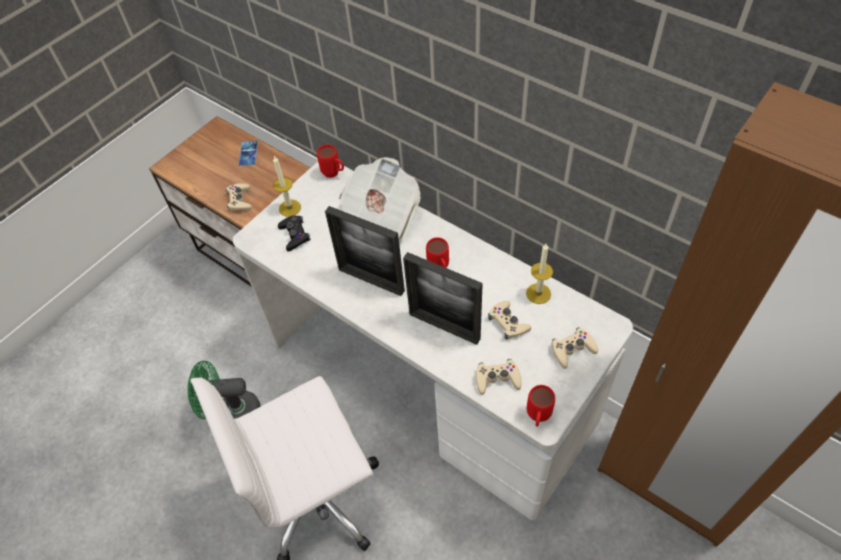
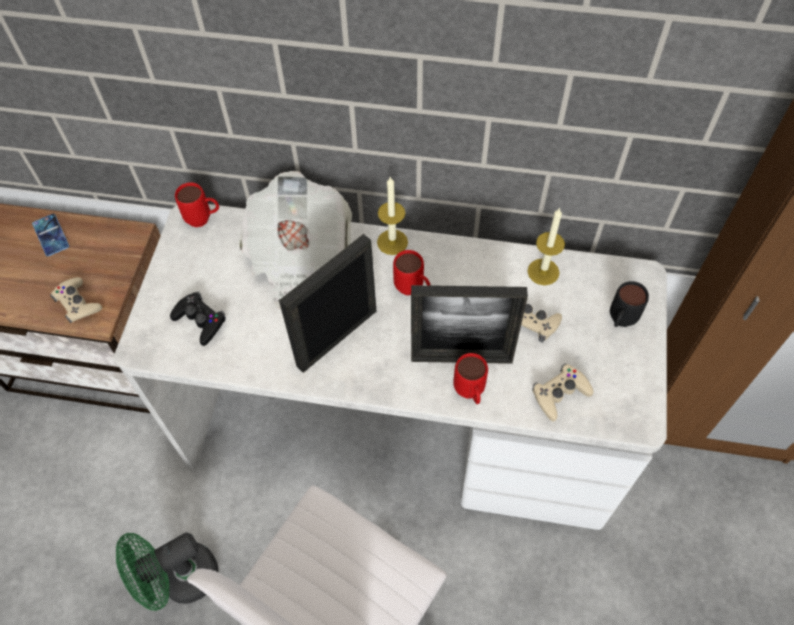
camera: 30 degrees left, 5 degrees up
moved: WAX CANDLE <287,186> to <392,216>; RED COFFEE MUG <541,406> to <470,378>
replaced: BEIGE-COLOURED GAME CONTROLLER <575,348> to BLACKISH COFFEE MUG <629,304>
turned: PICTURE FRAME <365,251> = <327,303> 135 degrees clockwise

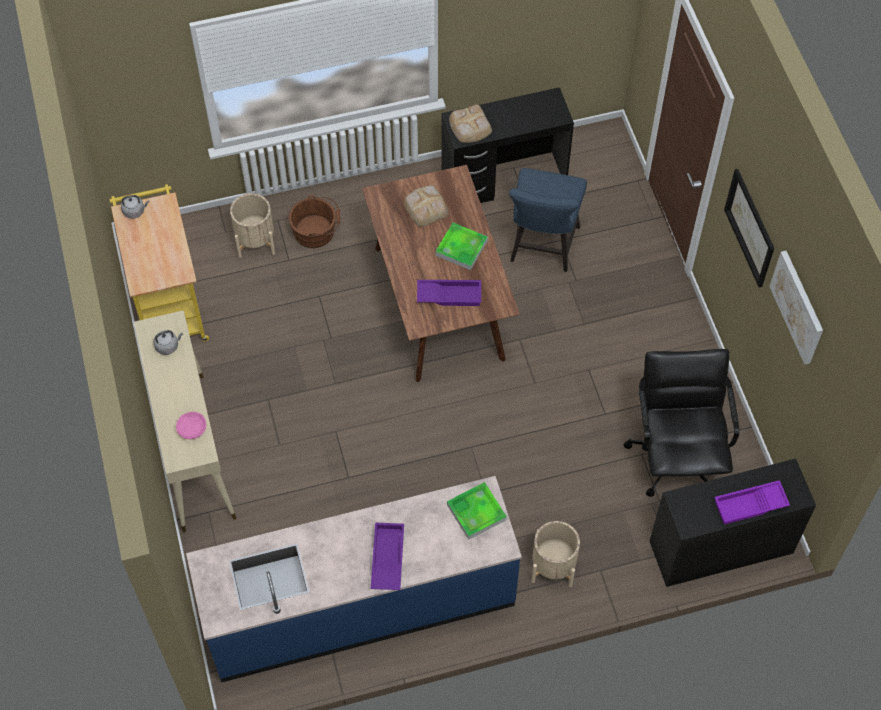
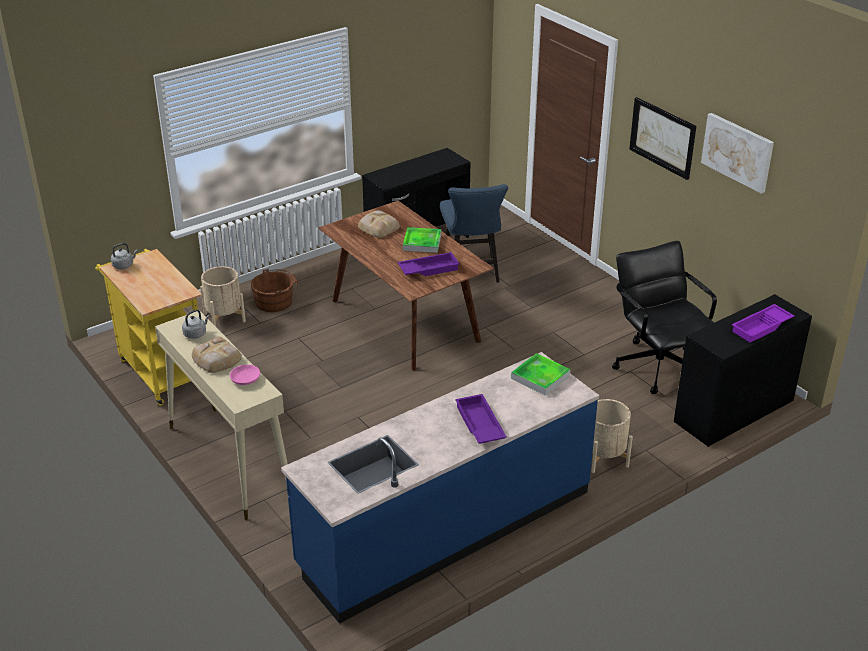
camera: 20 degrees left, 25 degrees down
moved: BREAD <470,123> to <217,354>

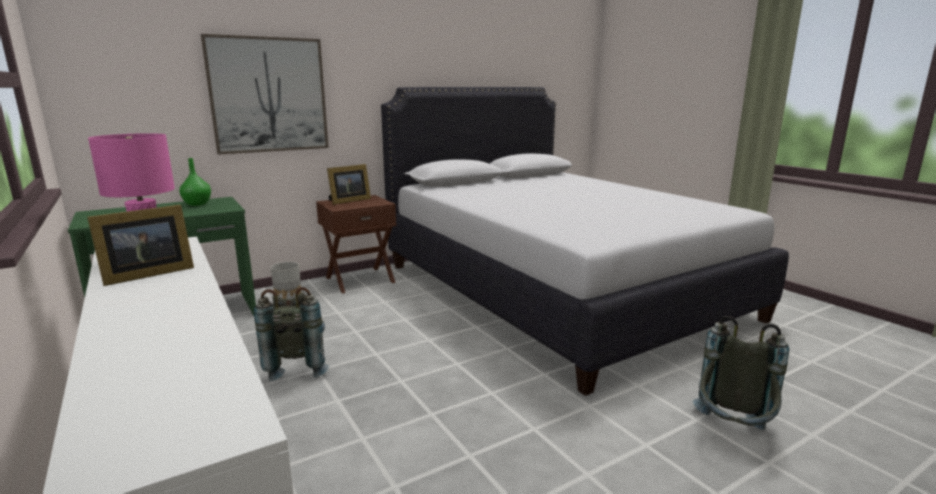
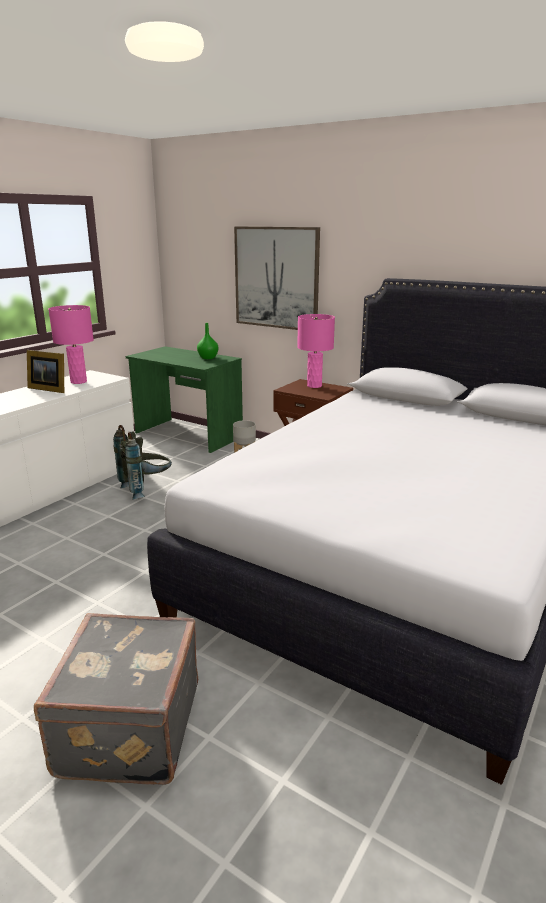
camera: 65 degrees right, 5 degrees up
replaced: GRAY BACKPACK <741,373> to GRAY SUITCASE <116,699>; PICTURE FRAME <349,184> to PINK-COLOURED TABLE LAMP <316,351>

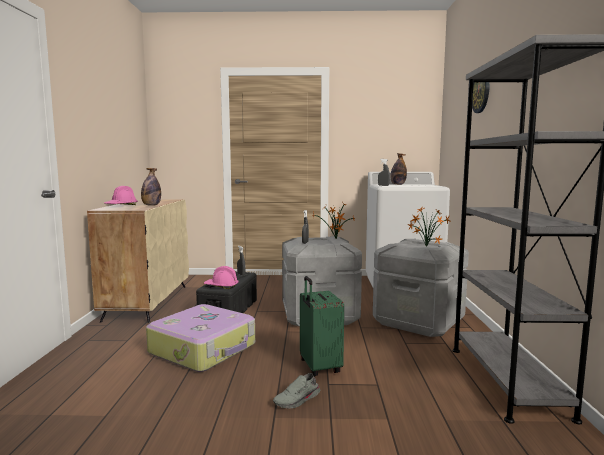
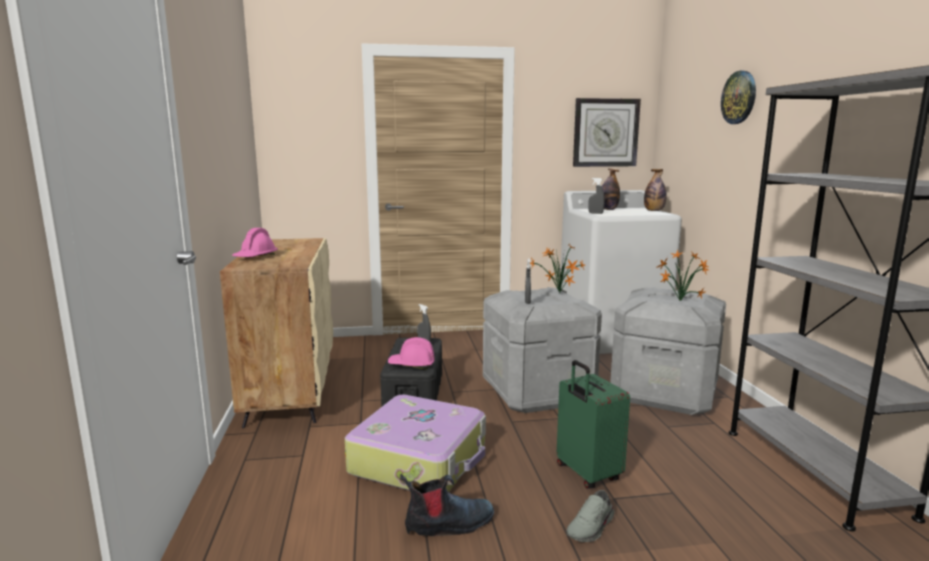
camera: 10 degrees left, 5 degrees up
added: TALL BOOT <447,505>; HANGING CLOCK <607,132>
moved: DRINK BOTTLE <151,187> to <655,190>

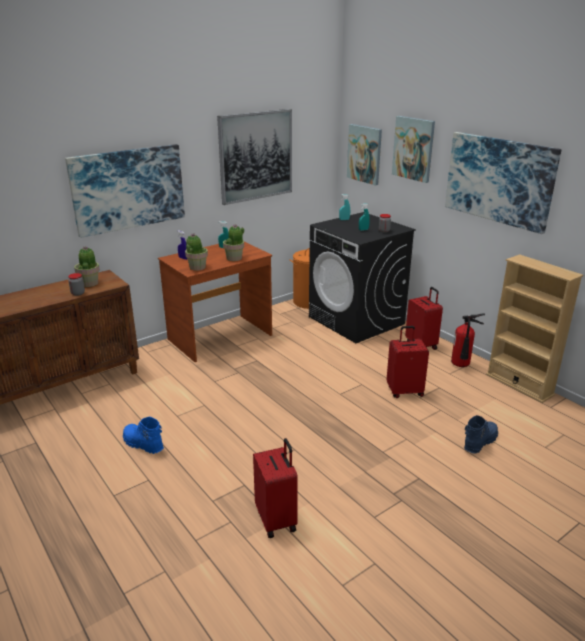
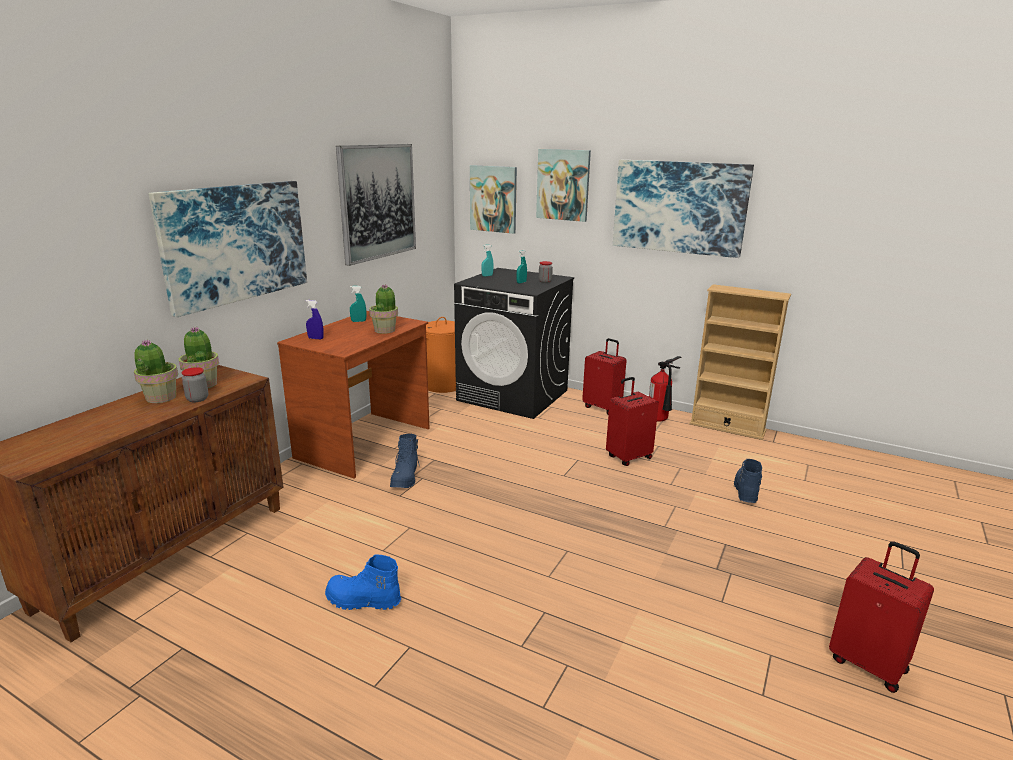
camera: 25 degrees left, 5 degrees down
added: BLUE TALL BOOT <405,461>
moved: HOUSEPLANT <196,252> to <156,371>; RED SUITCASE <275,488> to <881,617>

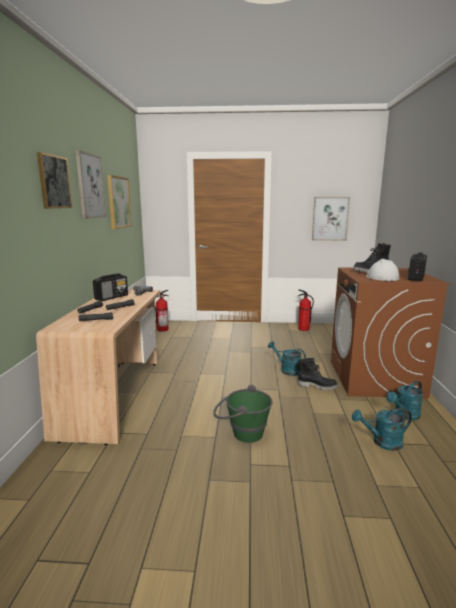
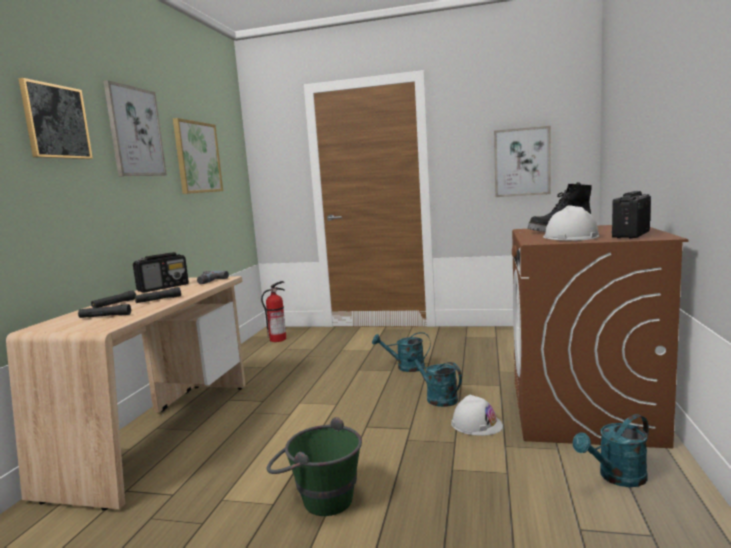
camera: 10 degrees right, 5 degrees down
removed: FIRE-FIGHTING CYLINDER <306,310>
moved: TURQUOISE SPRINKLING CAN <382,429> to <401,352>
replaced: BLACKISH TALL BOOT <318,374> to WHITE-COLOURED WORK HELMET <477,415>

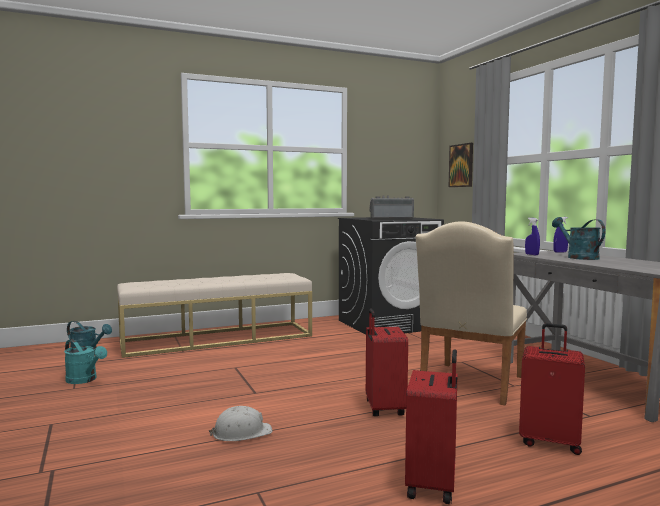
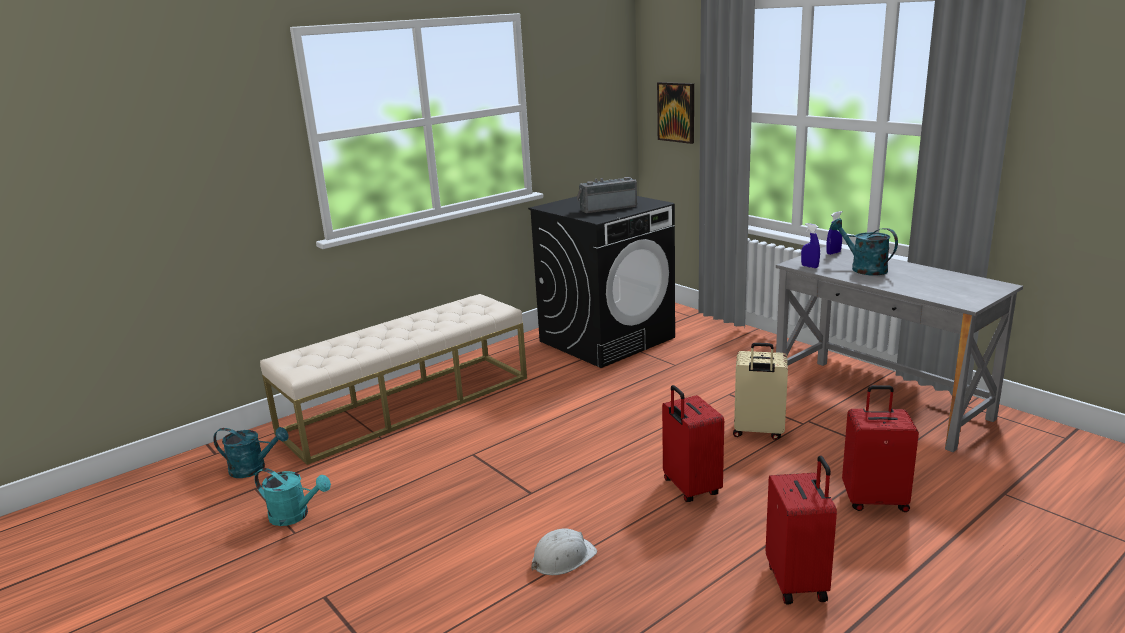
camera: 15 degrees left, 15 degrees up
replaced: BEIGE-COLOURED CHAIR <471,313> to BEIGE-COLOURED SUITCASE <760,391>

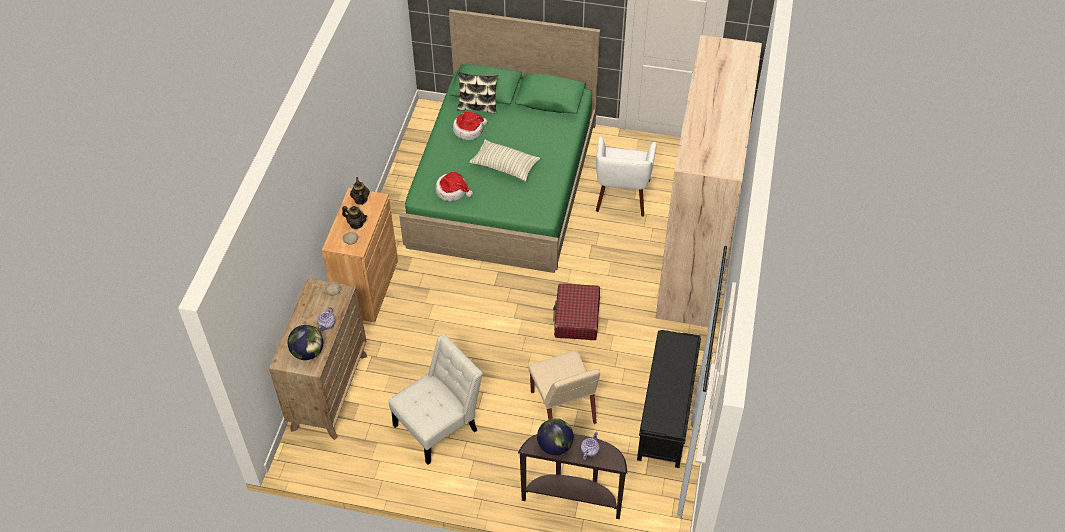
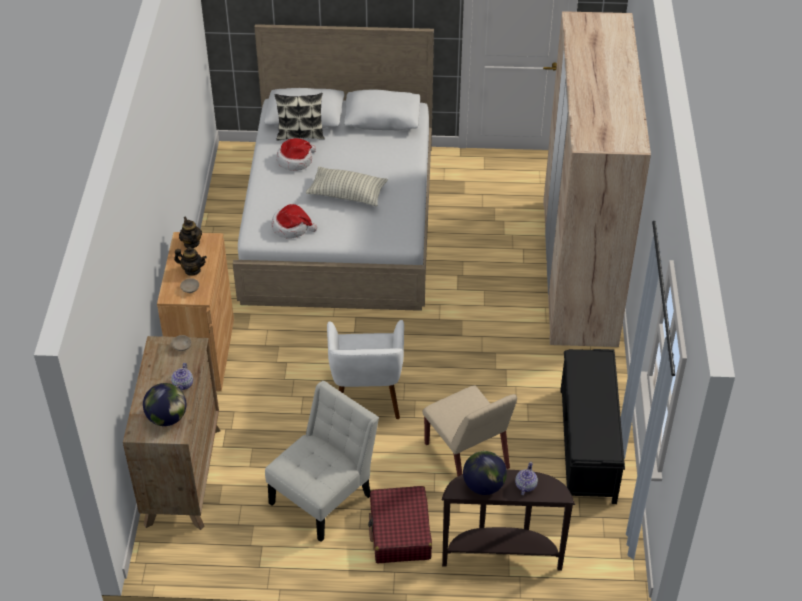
camera: 10 degrees left, 5 degrees down
moved: WHITE-COLOURED ARMCHAIR <626,177> to <365,369>; RED SUITCASE <576,311> to <400,524>
recoloured: GREEN-COLOURED BEDROOM BED <499,141> to WHITE-COLOURED BEDROOM BED <333,167>

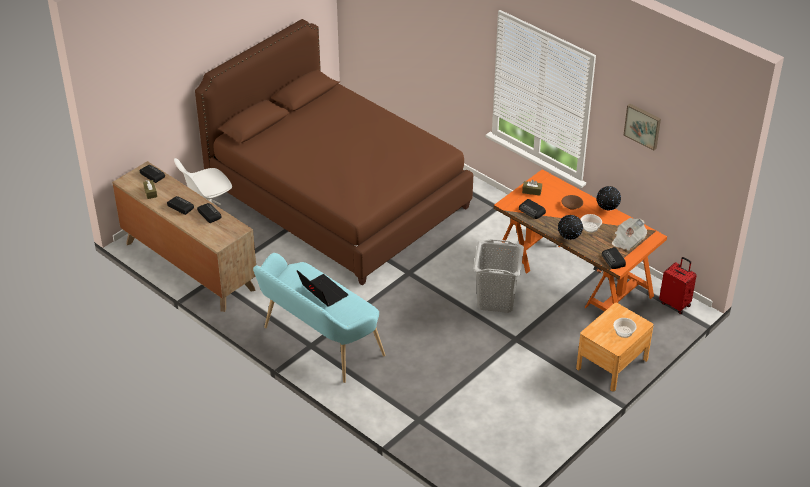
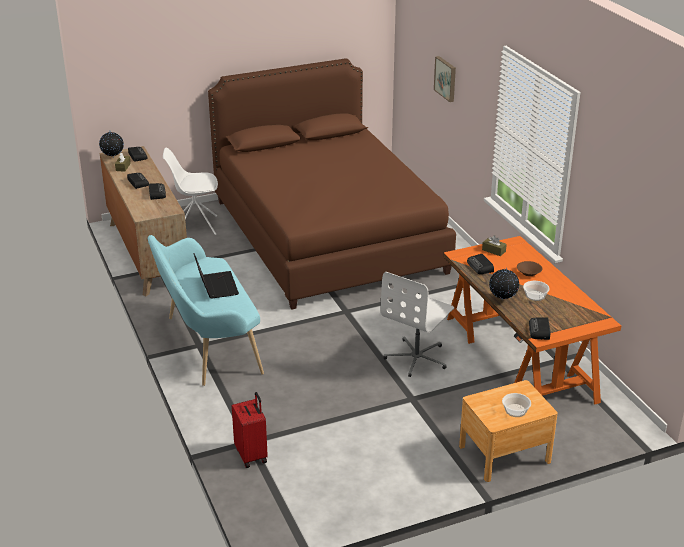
camera: 25 degrees right, 10 degrees down
removed: NEWSPAPER <629,234>
moved: GLOBE <609,198> to <111,144>; RED SUITCASE <678,285> to <250,430>; WALL ART <642,127> to <445,79>
replaced: GRAY LAUNDRY BASKET <498,276> to WHITE-COLOURED OFFICE CHAIR <417,324>

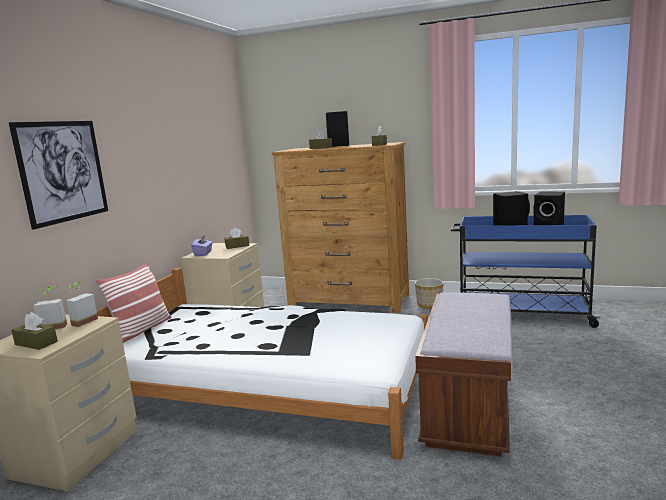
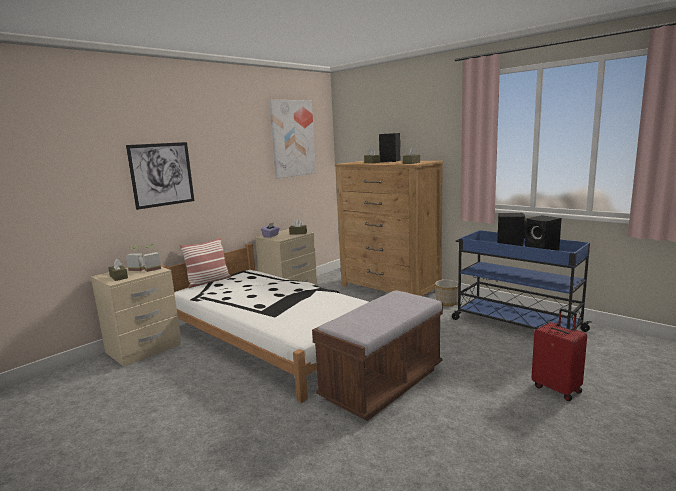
camera: 25 degrees right, 0 degrees up
added: WALL ART <292,138>; RED SUITCASE <559,355>

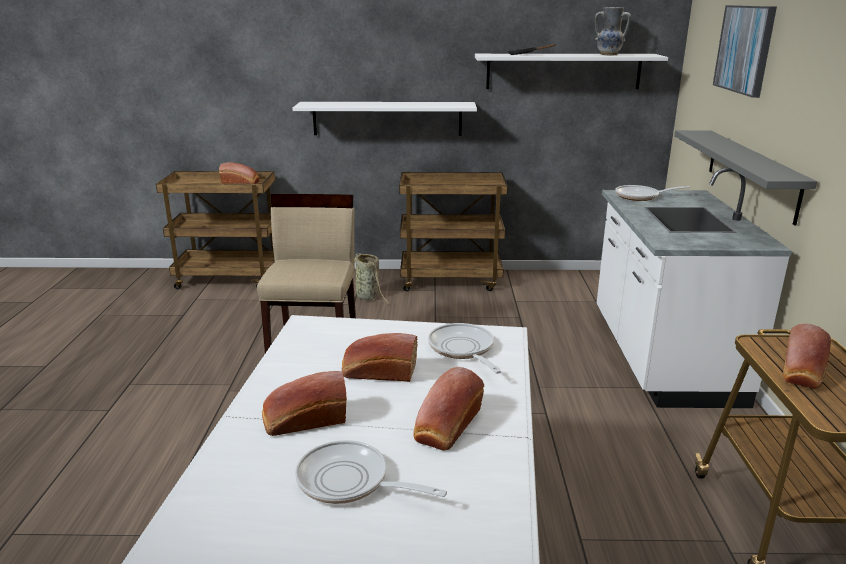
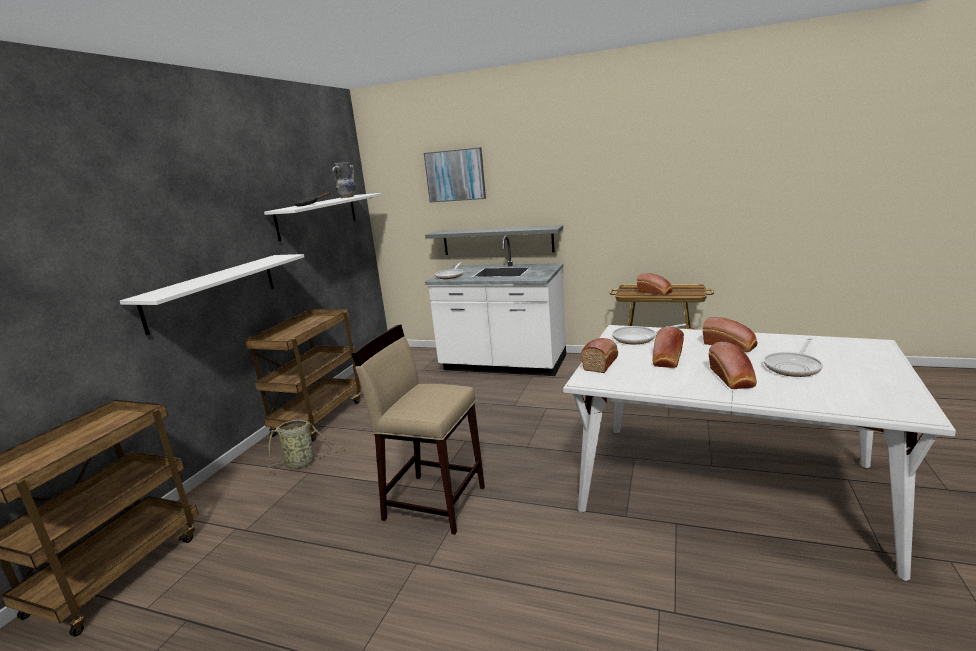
camera: 70 degrees left, 5 degrees down
moved: BREAD <239,173> to <599,355>

